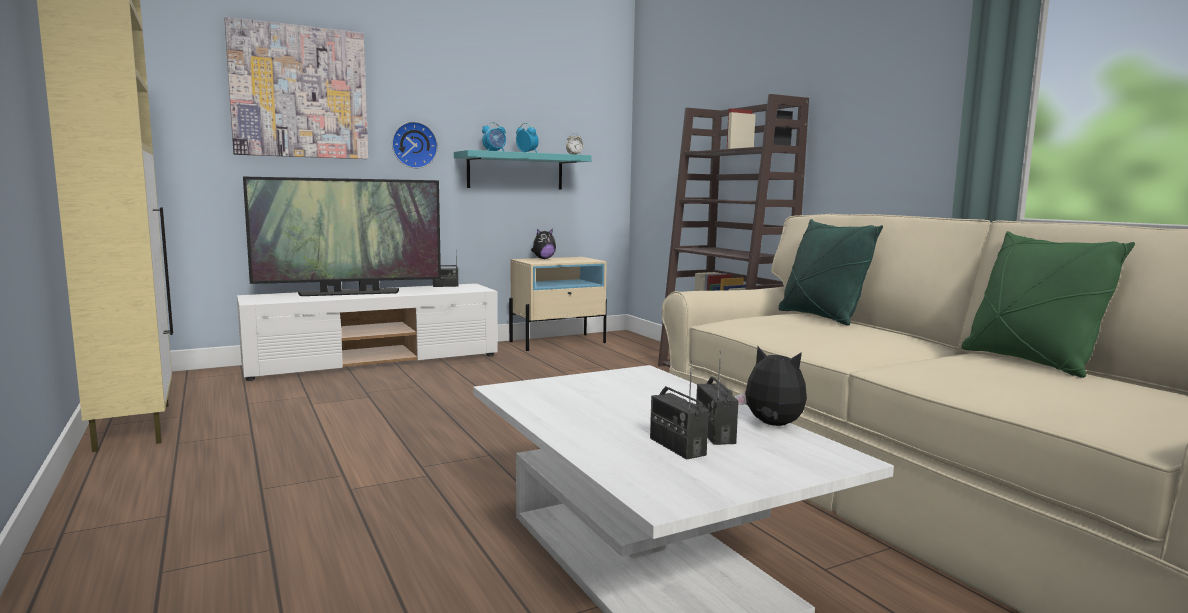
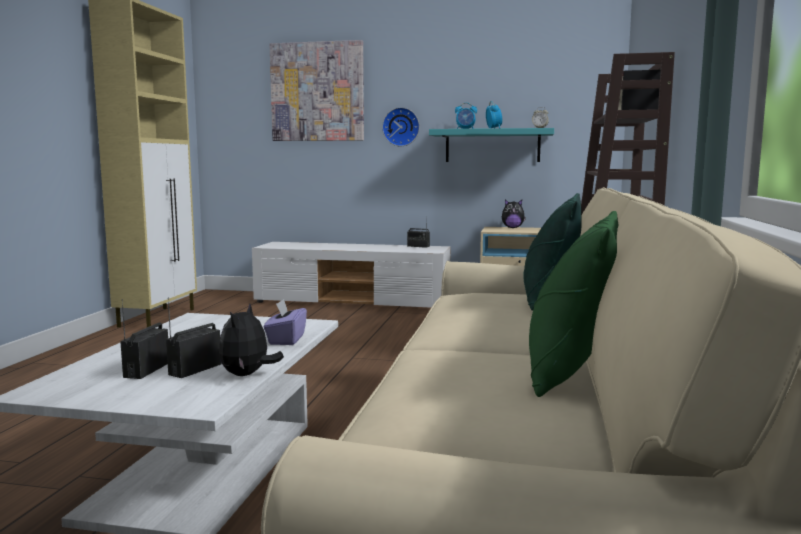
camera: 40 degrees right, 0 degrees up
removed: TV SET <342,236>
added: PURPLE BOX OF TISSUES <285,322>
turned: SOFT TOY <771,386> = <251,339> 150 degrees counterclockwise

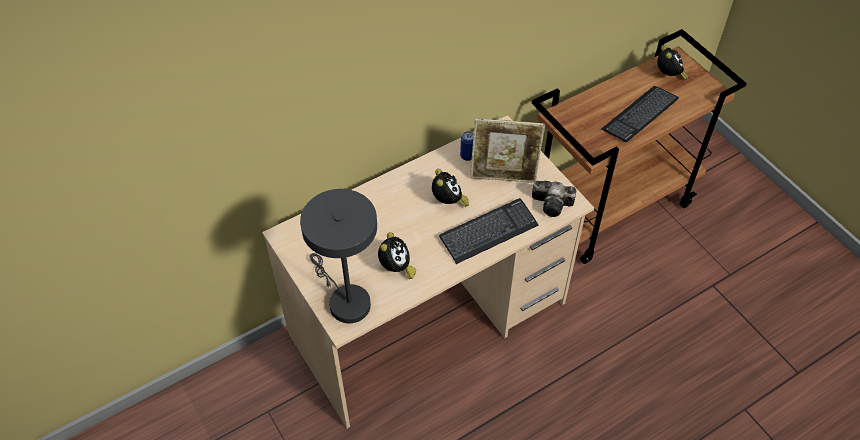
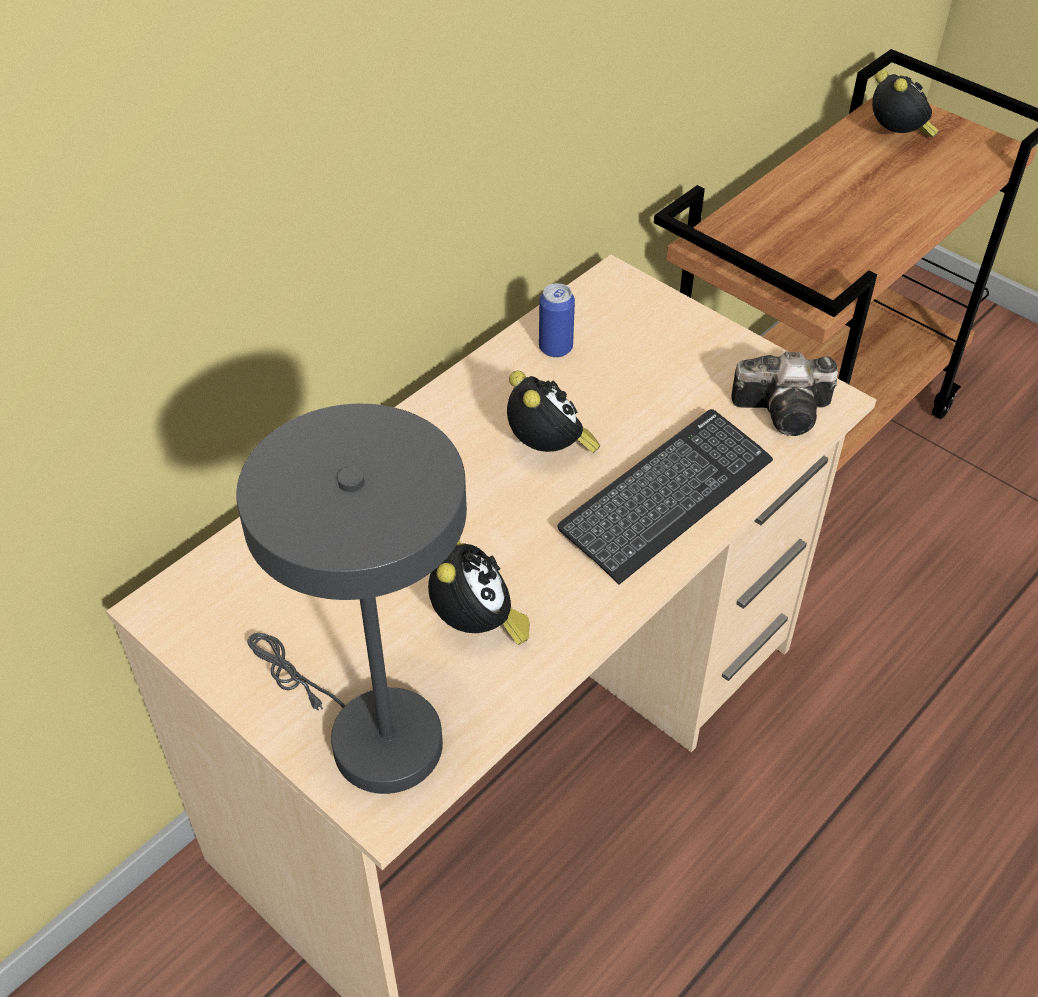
camera: 15 degrees left, 5 degrees down
removed: PICTURE FRAME <507,150>; COMPUTER KEYBOARD <640,114>

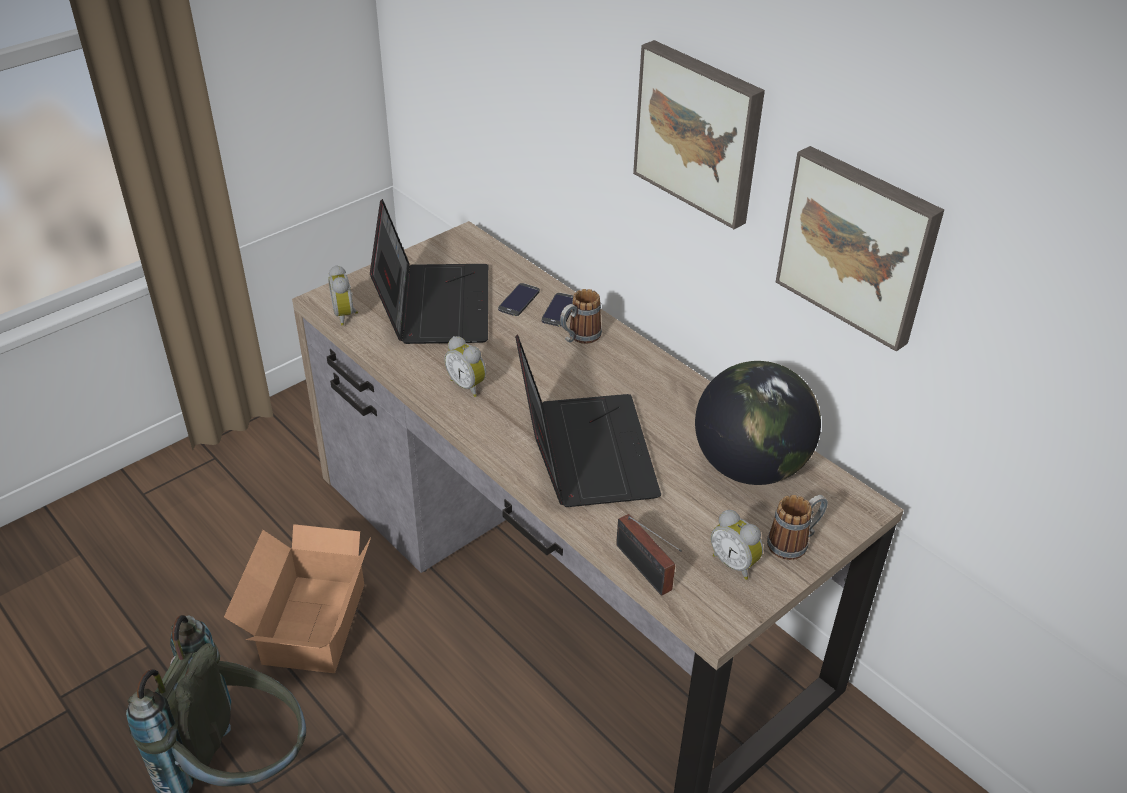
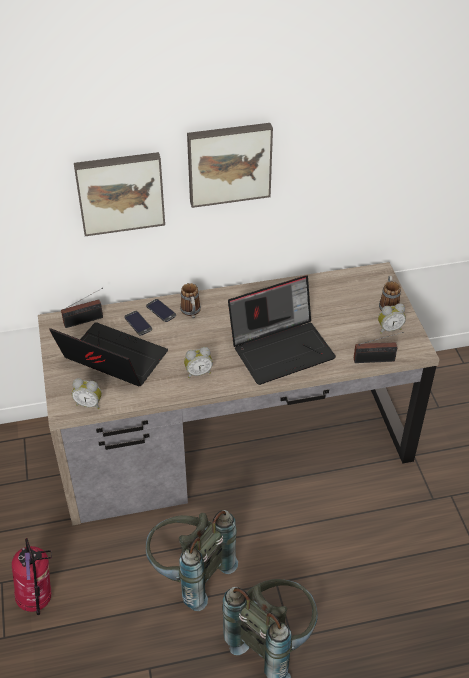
camera: 60 degrees left, 5 degrees up
removed: GLOBE <758,423>
added: FIRE-FIGHTING CYLINDER <32,576>; RADIO RECEIVER <82,308>
moved: WALL ART <860,248> to <119,194>
replaced: CARDBOARD BOX <297,598> to GRAY BACKPACK <192,560>
turned: NOTEBOOK COMPUTER <588,420> = <282,330> 135 degrees clockwise

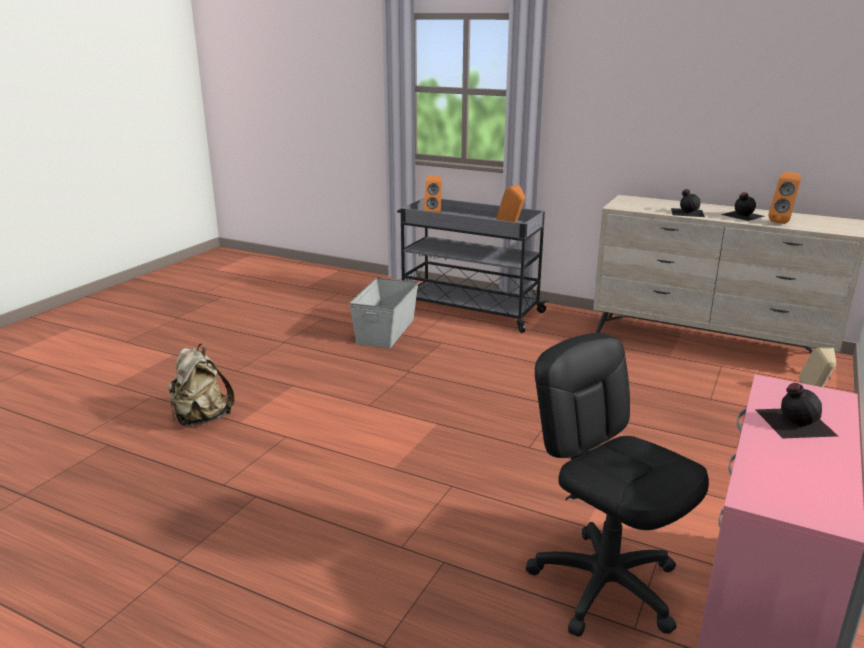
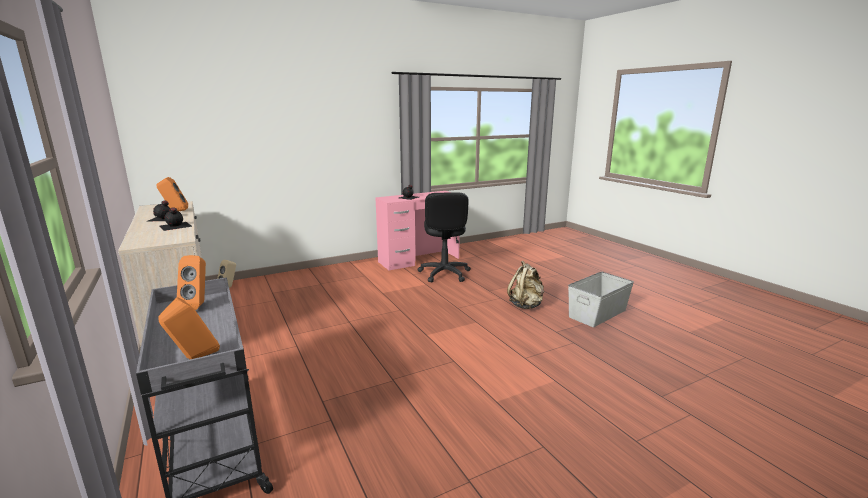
camera: 145 degrees left, 5 degrees down
moved: BEIGE-COLOURED BACKPACK <201,385> to <525,285>; GRAY STORAGE BIN <383,313> to <601,299>

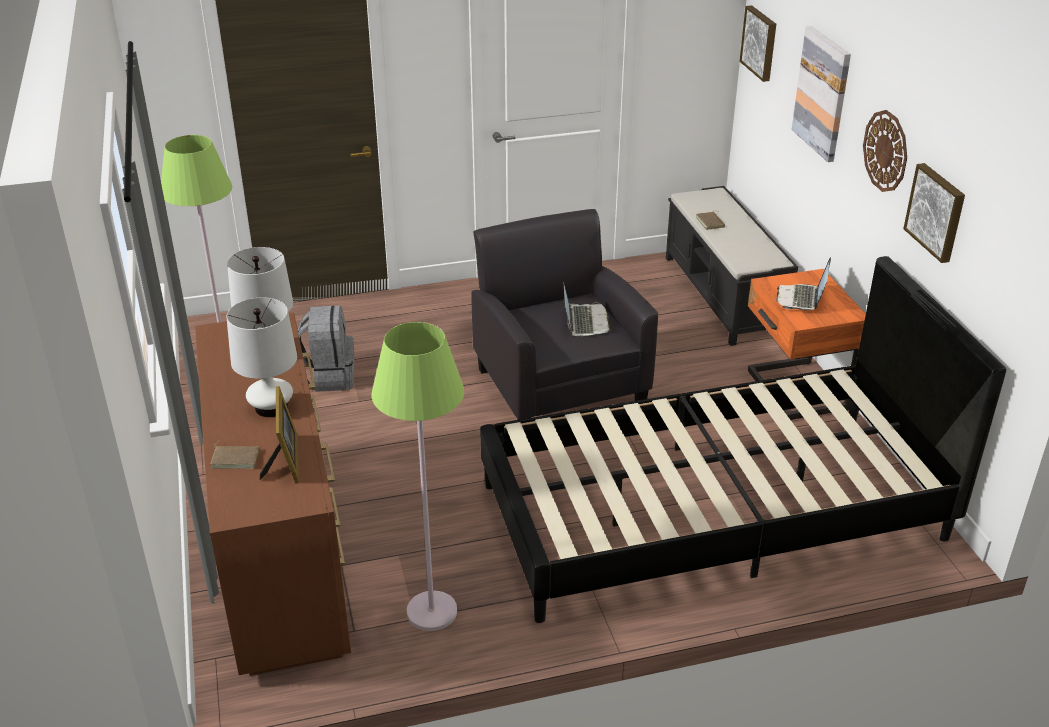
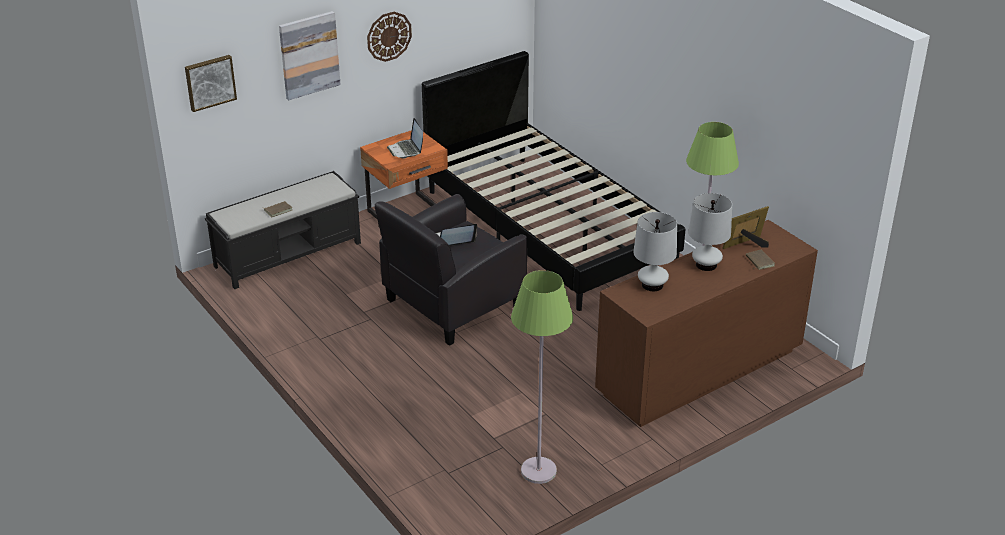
camera: 110 degrees left, 0 degrees up
removed: GRAY BACKPACK <326,349>; WALL ART <934,213>
turned: NOTEBOOK COMPUTER <803,283> = <405,138> 75 degrees clockwise

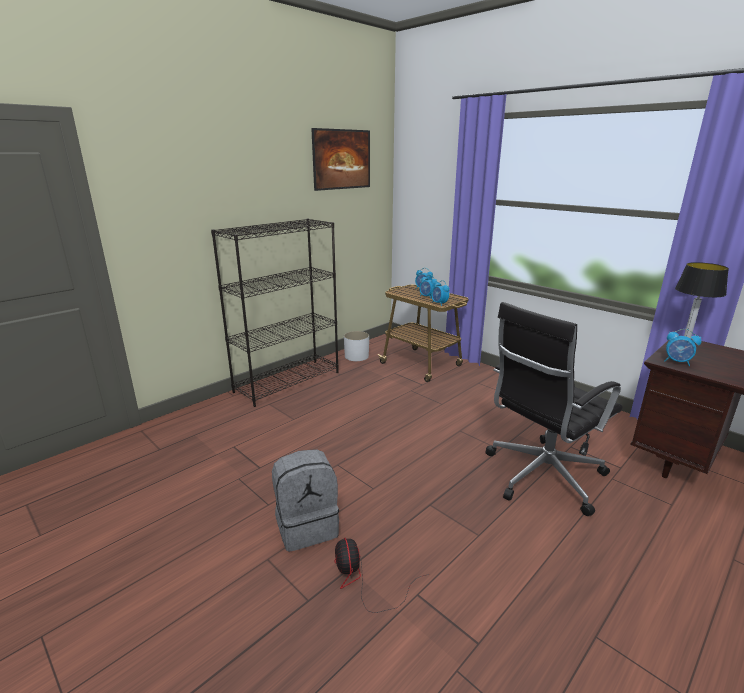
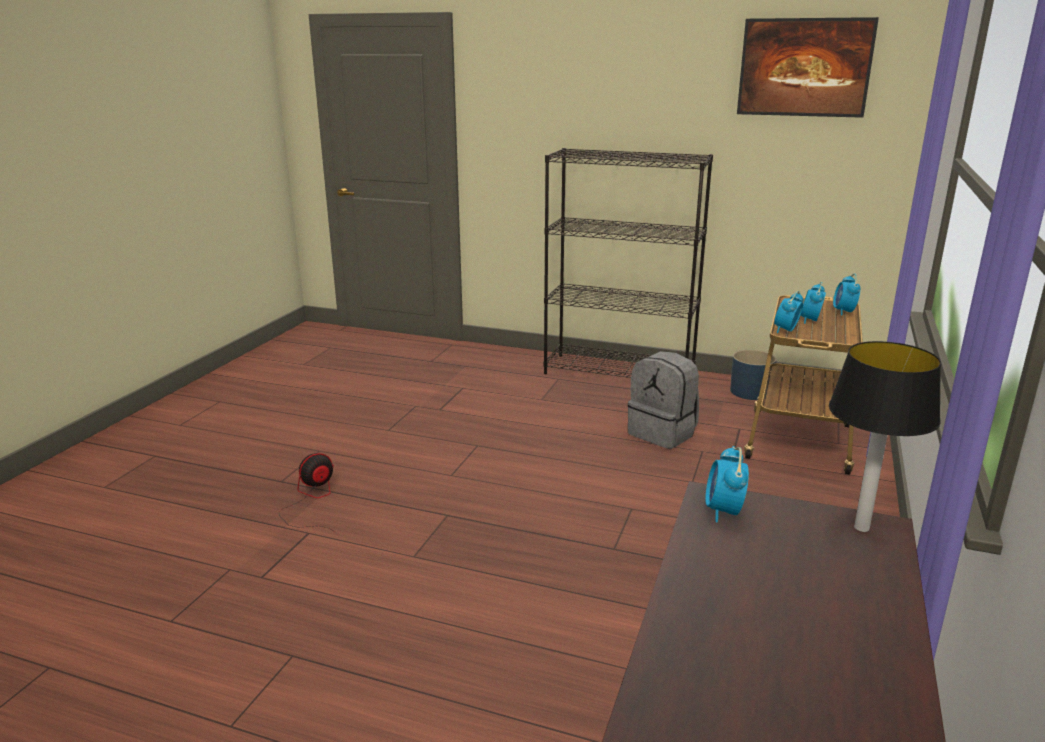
camera: 65 degrees right, 0 degrees up
removed: BLACKISH OFFICE CHAIR <554,409>
moved: GRAY BACKPACK <306,500> to <663,400>
recoloured: WHITE-COLOURED PLANT POT <356,346> to BLUE PLANT POT <753,375>

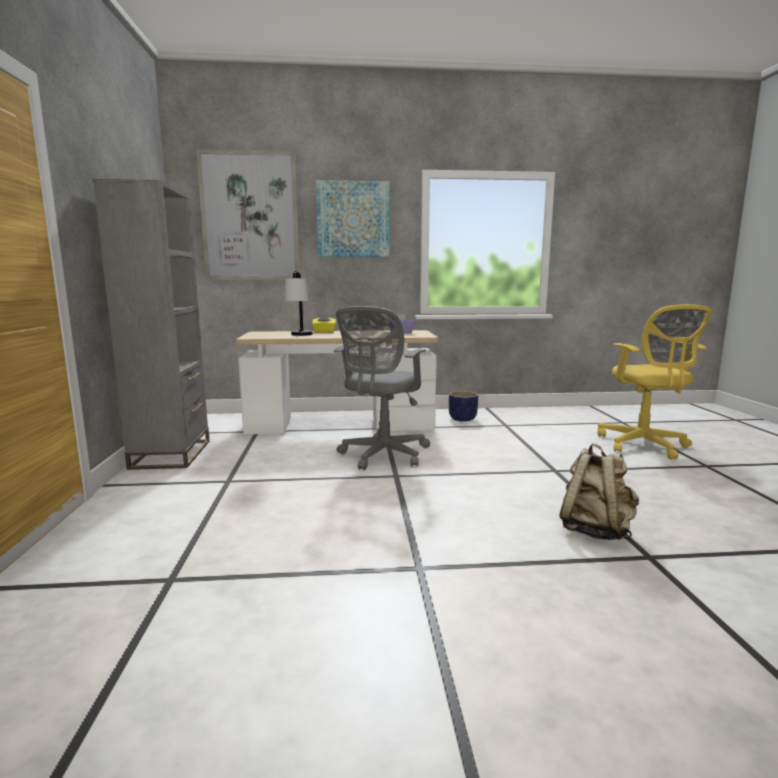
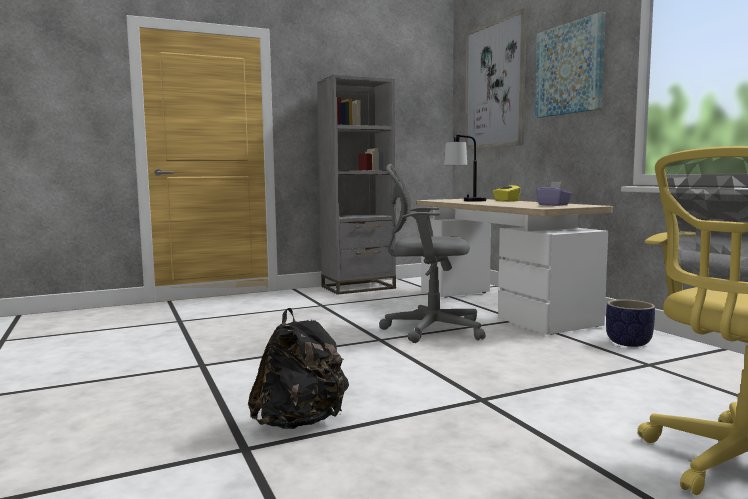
camera: 70 degrees right, 5 degrees down
recoloured: BEIGE-COLOURED BACKPACK <599,491> to BLACKISH BACKPACK <298,368>

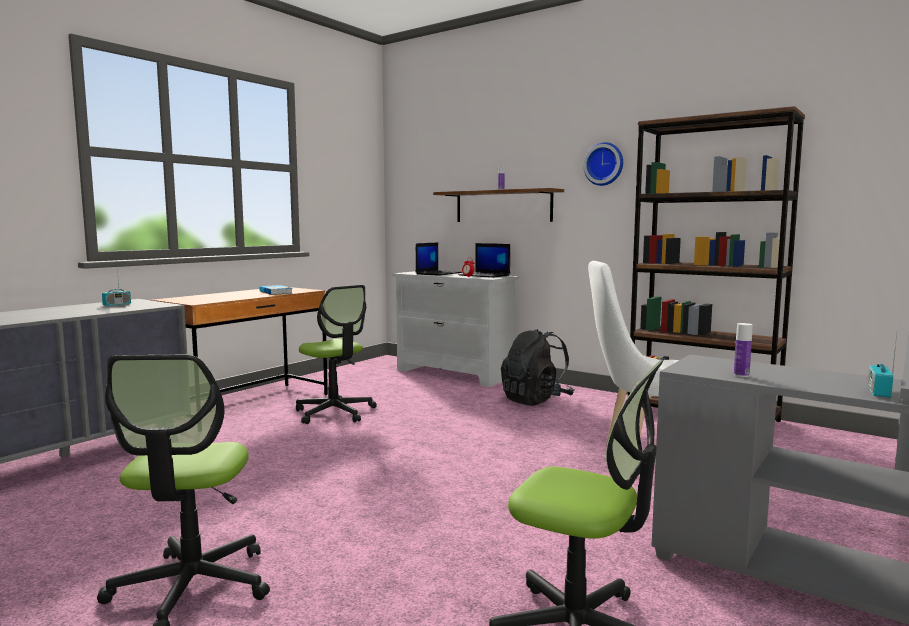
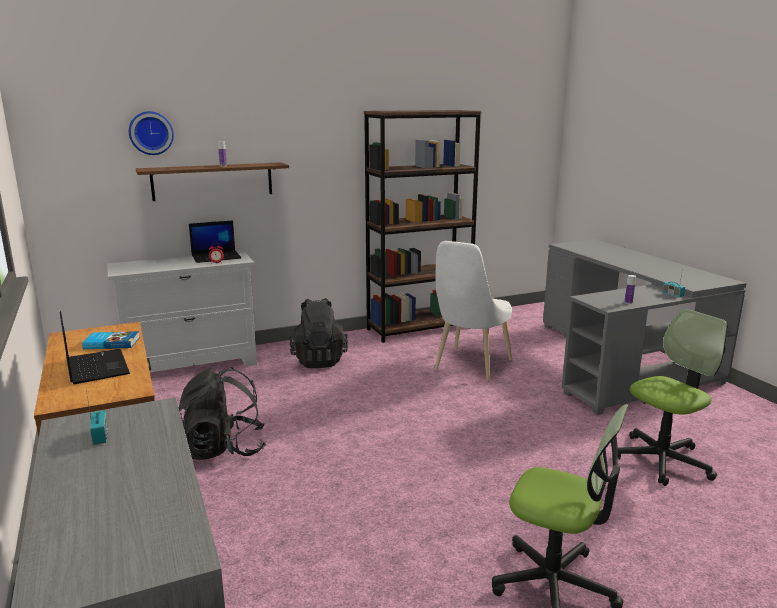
camera: 60 degrees left, 10 degrees up
moved: NOTEBOOK COMPUTER <439,259> to <95,347>; HANGING CLOCK <603,164> to <151,133>
replaced: OFFICE CHAIR <336,354> to BLACKISH BACKPACK <222,413>

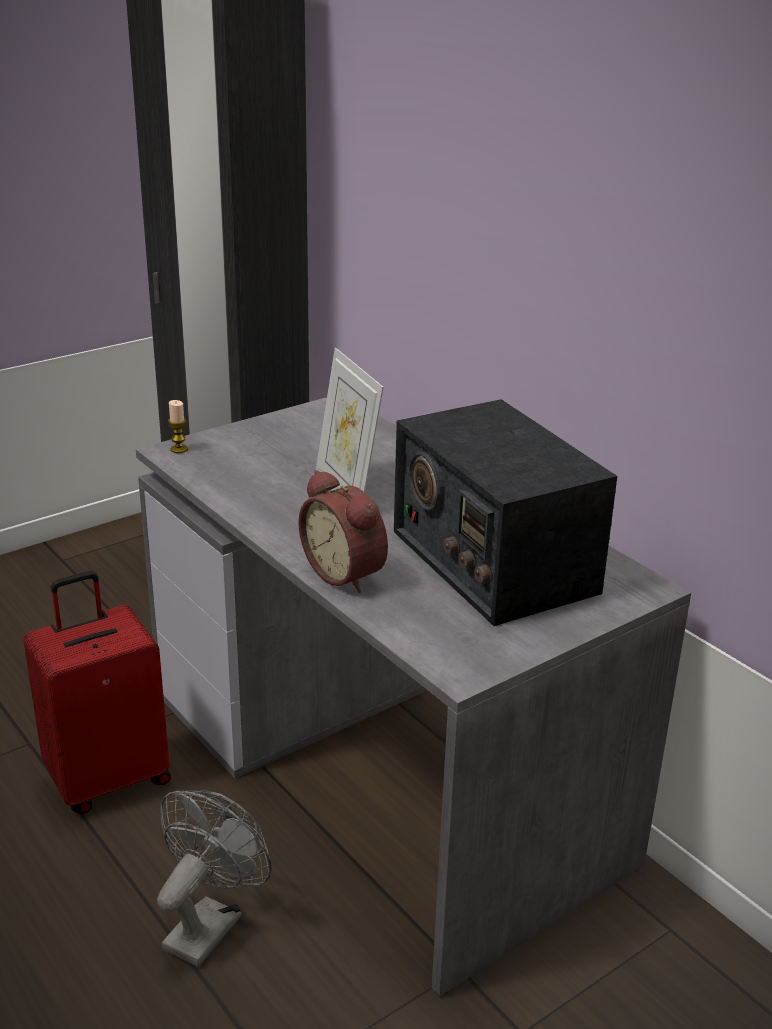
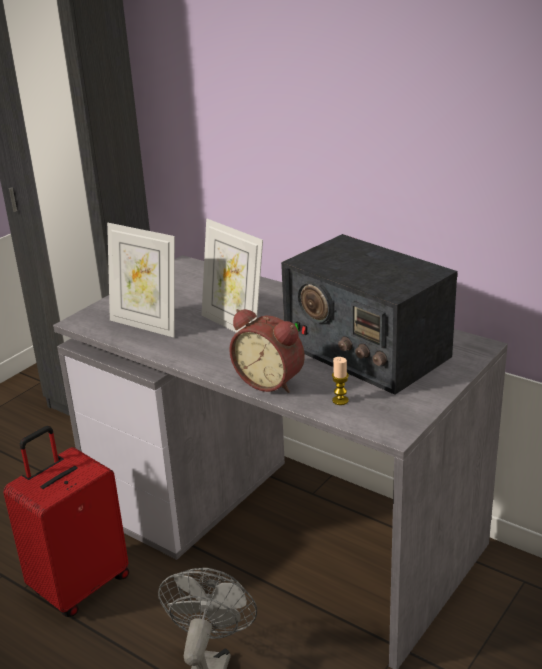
camera: 15 degrees left, 0 degrees up
added: PICTURE FRAME <141,280>
moved: WAX CANDLE <178,426> to <340,381>

